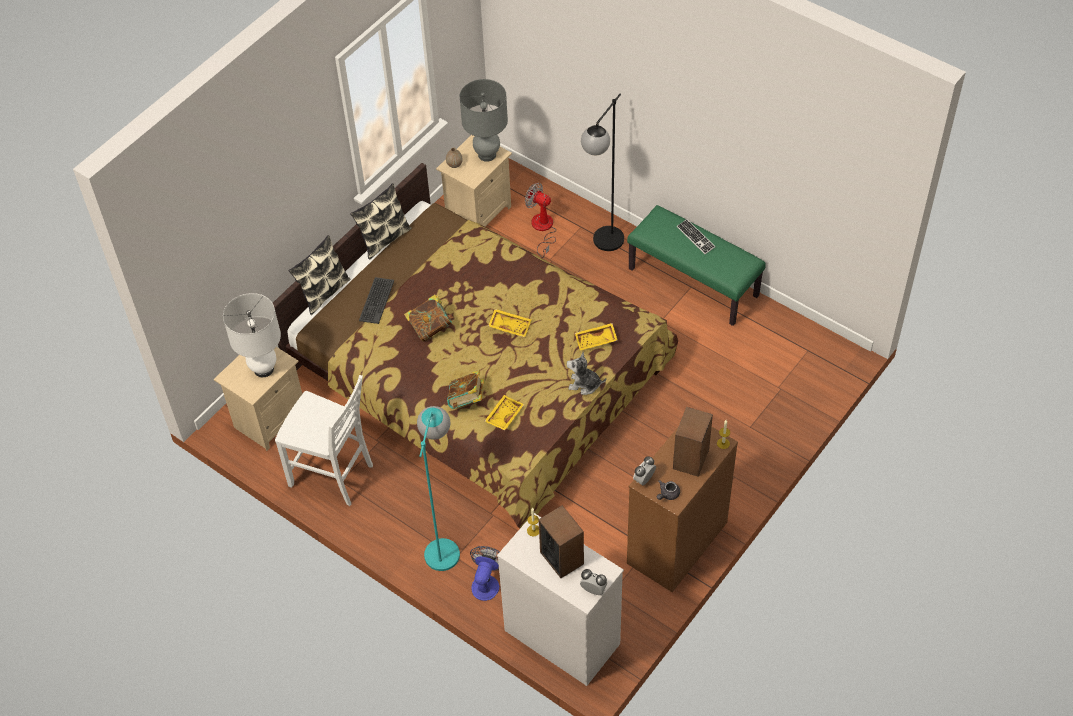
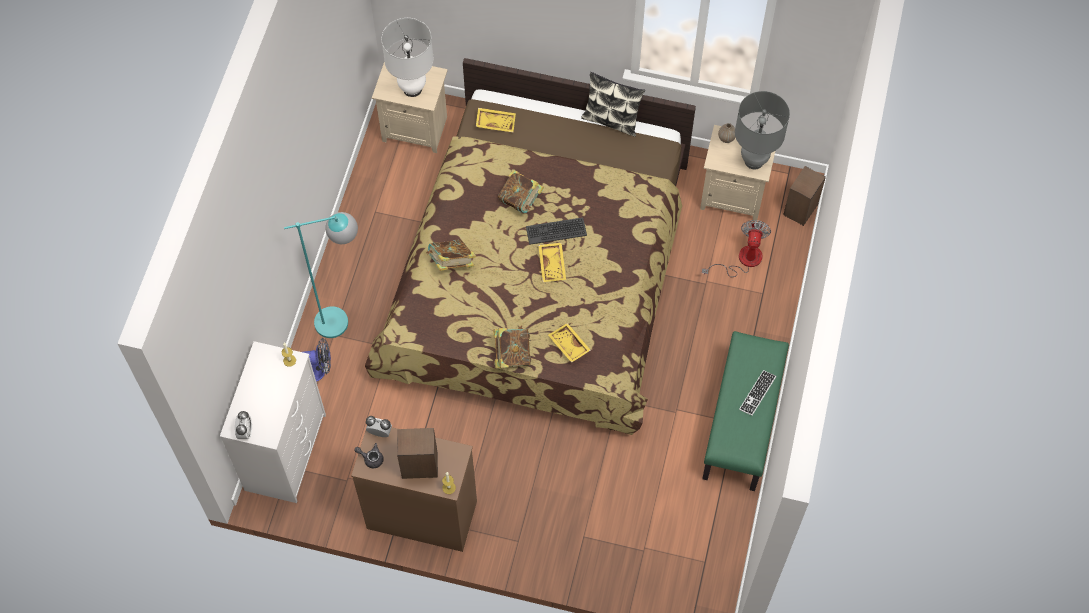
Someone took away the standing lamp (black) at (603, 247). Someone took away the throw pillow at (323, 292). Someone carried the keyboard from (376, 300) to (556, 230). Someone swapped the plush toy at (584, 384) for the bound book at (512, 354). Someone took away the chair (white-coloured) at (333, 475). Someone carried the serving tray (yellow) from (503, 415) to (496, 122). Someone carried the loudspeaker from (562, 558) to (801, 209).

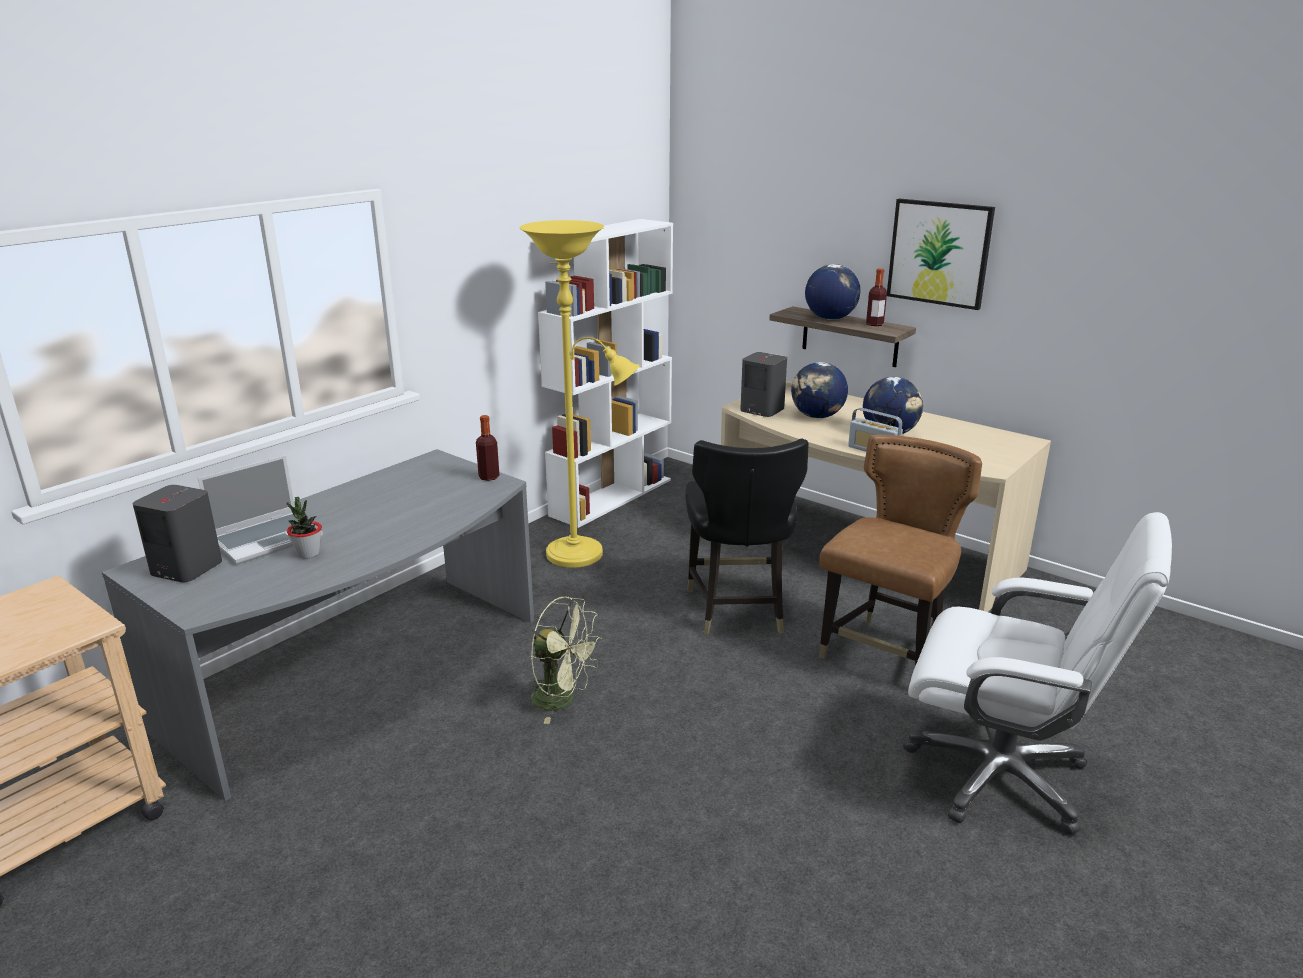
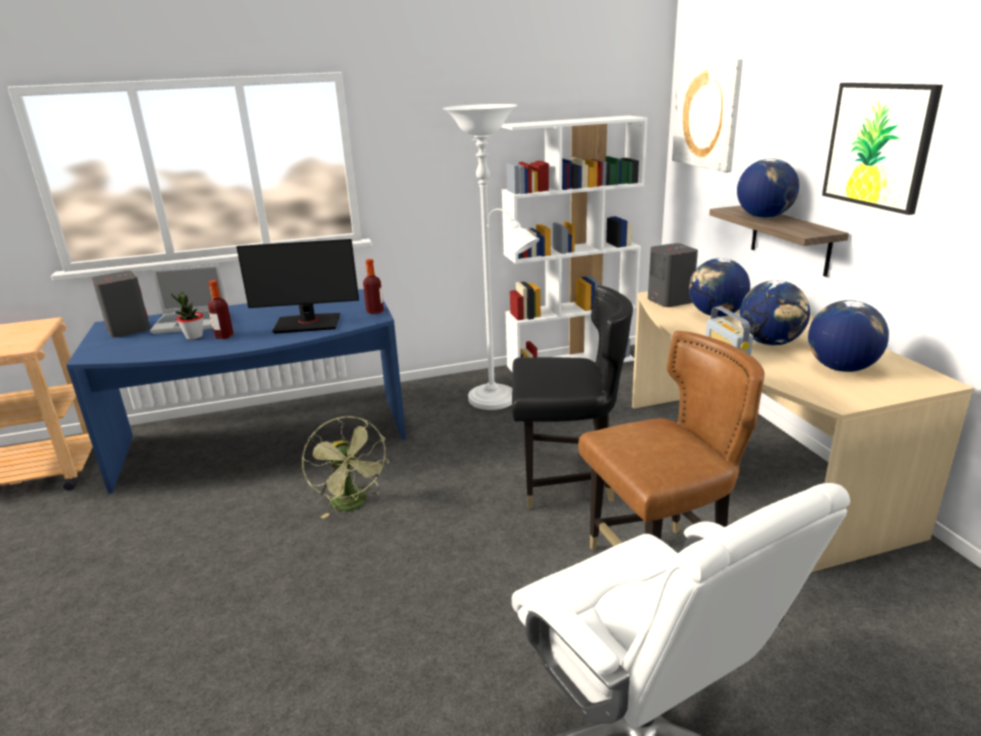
Someone repainted the standing lamp (yellow) at (582, 554), which became the standing lamp (white-coloured) at (497, 400). Someone carried the bottle from (874, 324) to (224, 336). Someone rotated the chair (black) at (737, 610) by 120 degrees counterclockwise. Someone repainted the desk (greyish) at (364, 675), which became the desk (bluish) at (264, 442). Someone put up the wall art at (707, 114). Someone put down the computer screen at (308, 323). Someone put down the globe at (840, 368).

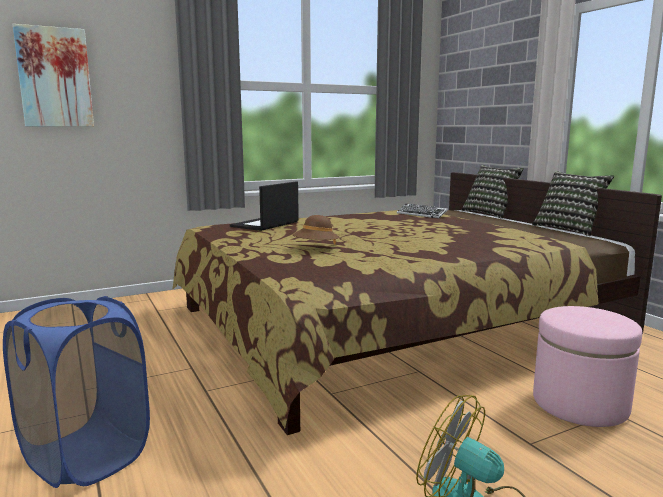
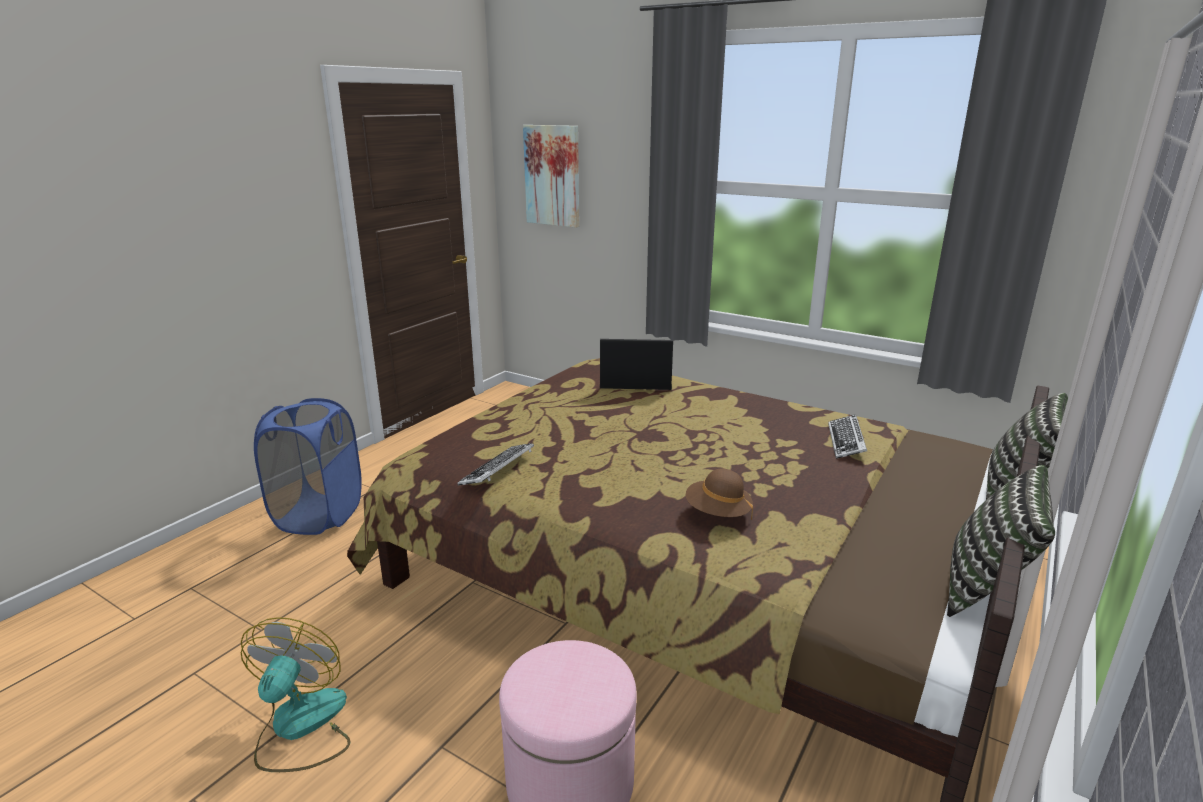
Someone carried the clothing hat (brownish) from (316, 247) to (717, 513). Someone put down the keyboard at (498, 470).

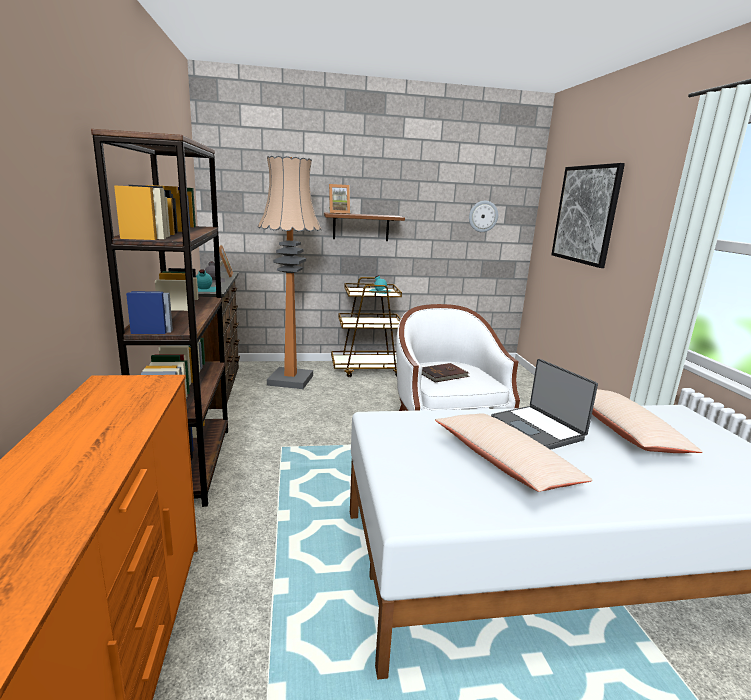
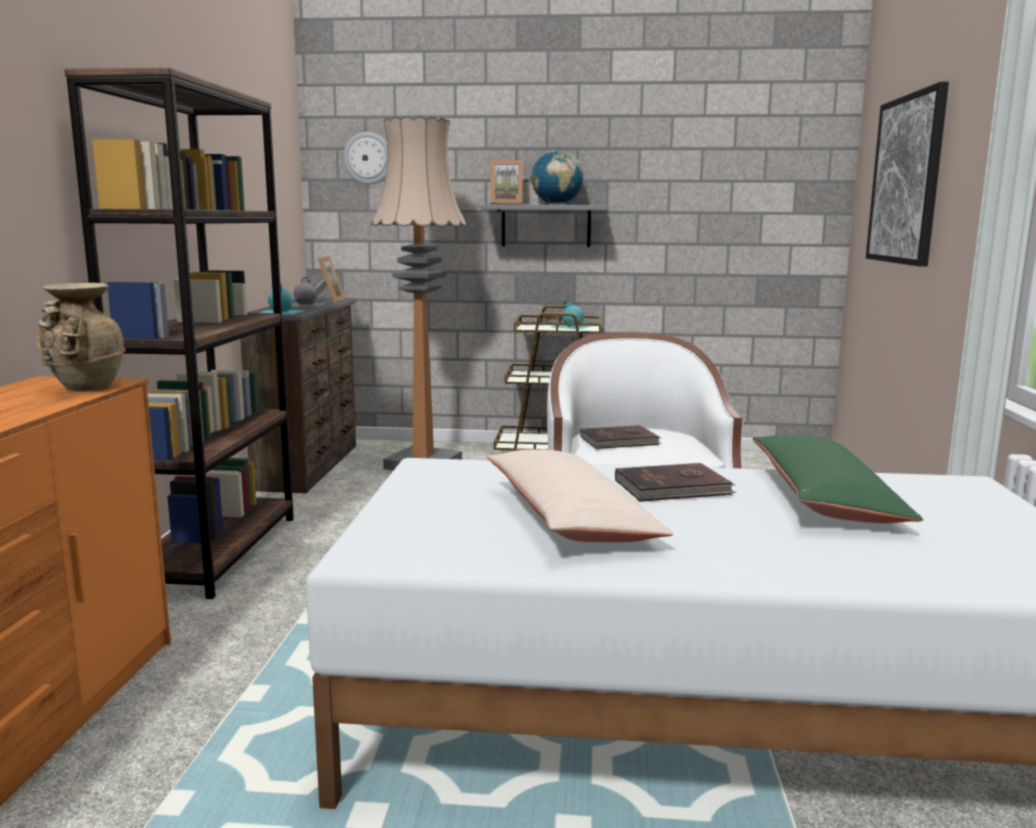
Someone carried the clock on the wall from (483, 216) to (368, 158). Someone repainted the shelf (brownish) at (361, 227), which became the shelf (greyish) at (546, 226). Someone swapped the notebook computer at (538, 428) for the bound book (brownish) at (673, 488). Someone repainted the throw pillow (beige) at (624, 431), which became the throw pillow (green) at (824, 499). Someone put down the globe at (556, 204). Someone put down the flower vase (beige) at (84, 388).

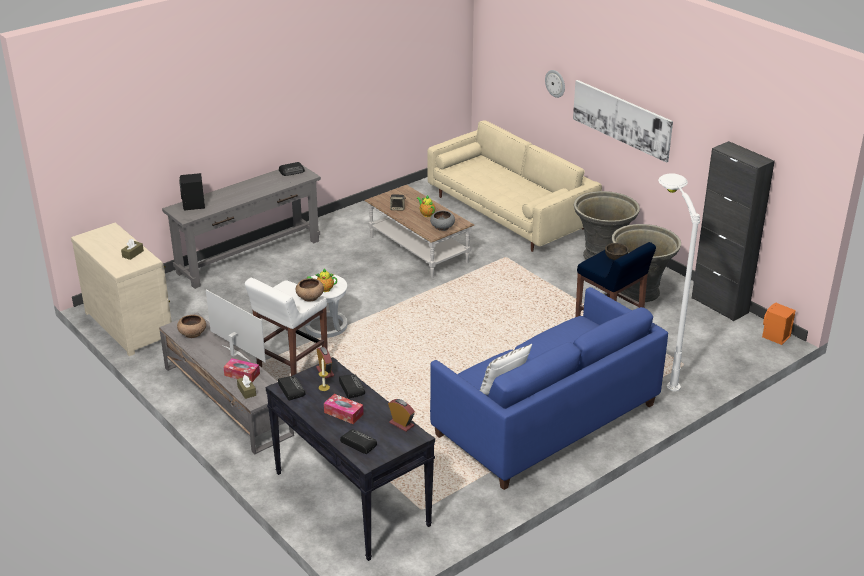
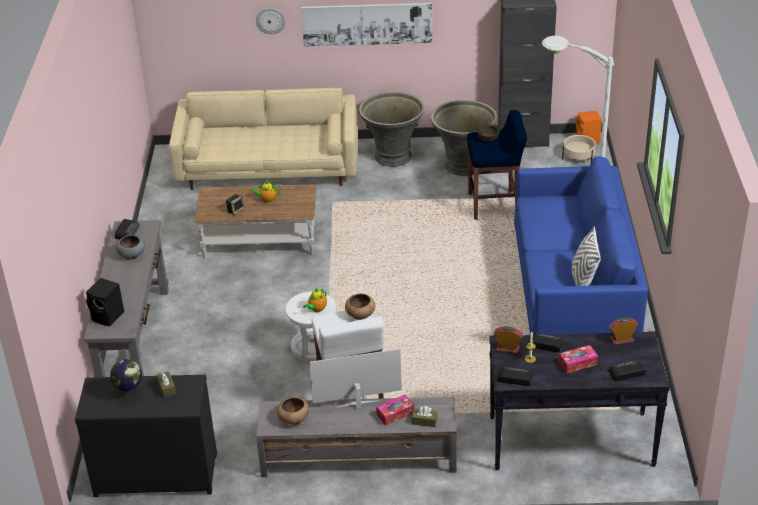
Someone carried the serving bowl (greyish) from (442, 227) to (132, 255). Someone repainted the dresser (beige) at (130, 324), which became the dresser (black) at (155, 472). Someone put down the plant pot (beige) at (578, 157). Someone put down the globe at (129, 392).

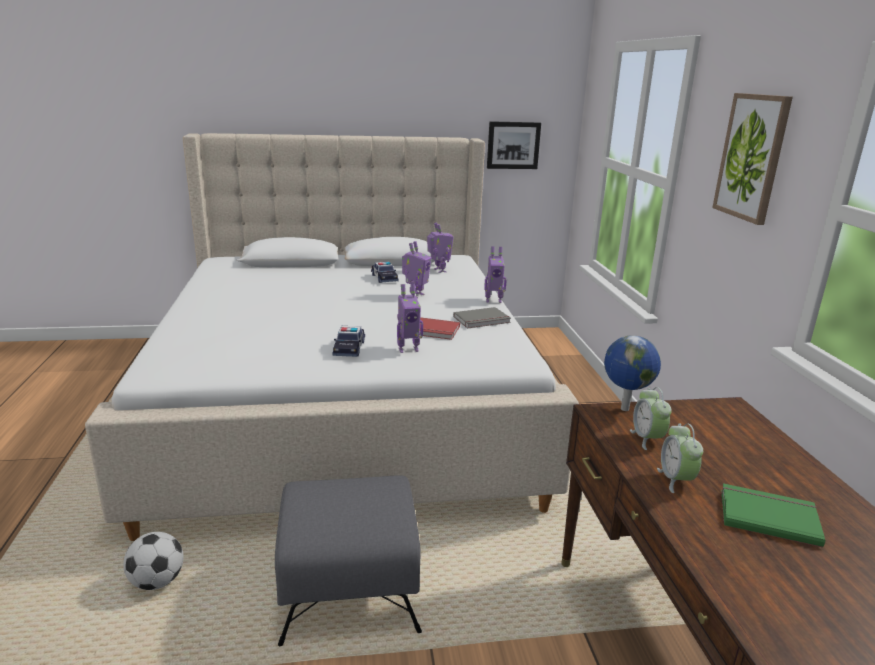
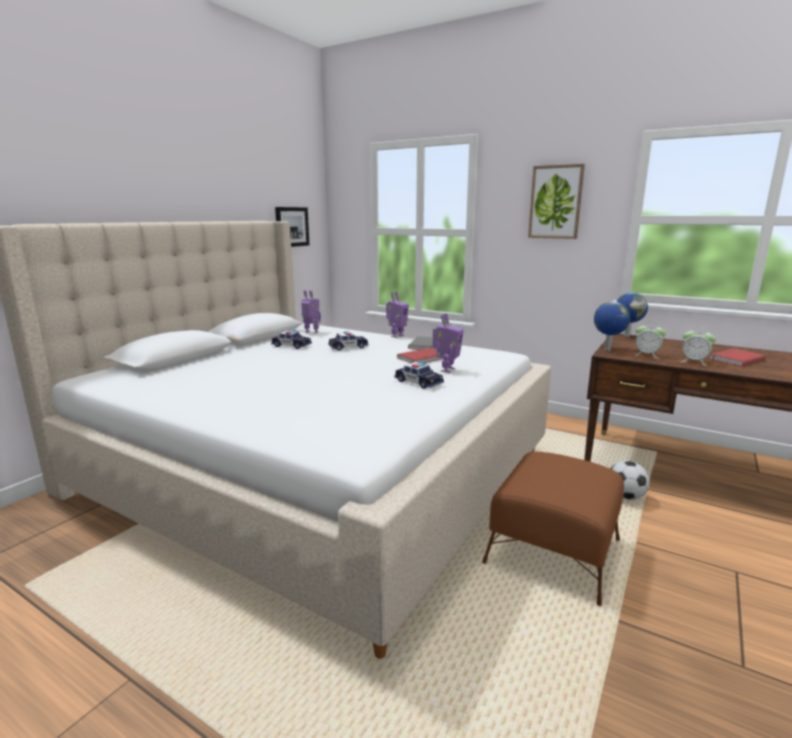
Someone swapped the toy robot at (415, 295) for the miniature car at (348, 347). Someone repainted the ottoman (greyish) at (351, 587), which became the ottoman (brownish) at (554, 550). Someone repainted the bound book (green) at (768, 515), which became the bound book (reddish) at (734, 359). Someone carried the football from (157, 581) to (625, 497). Someone put down the globe at (626, 336).

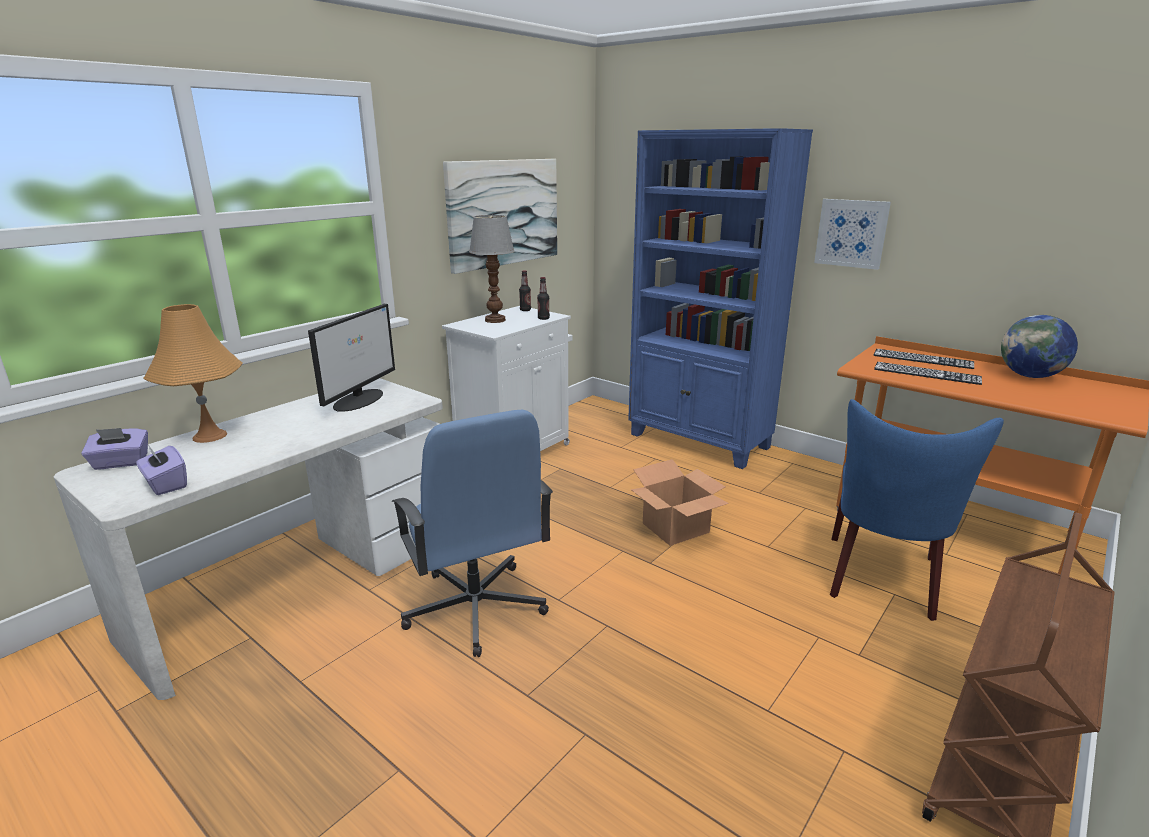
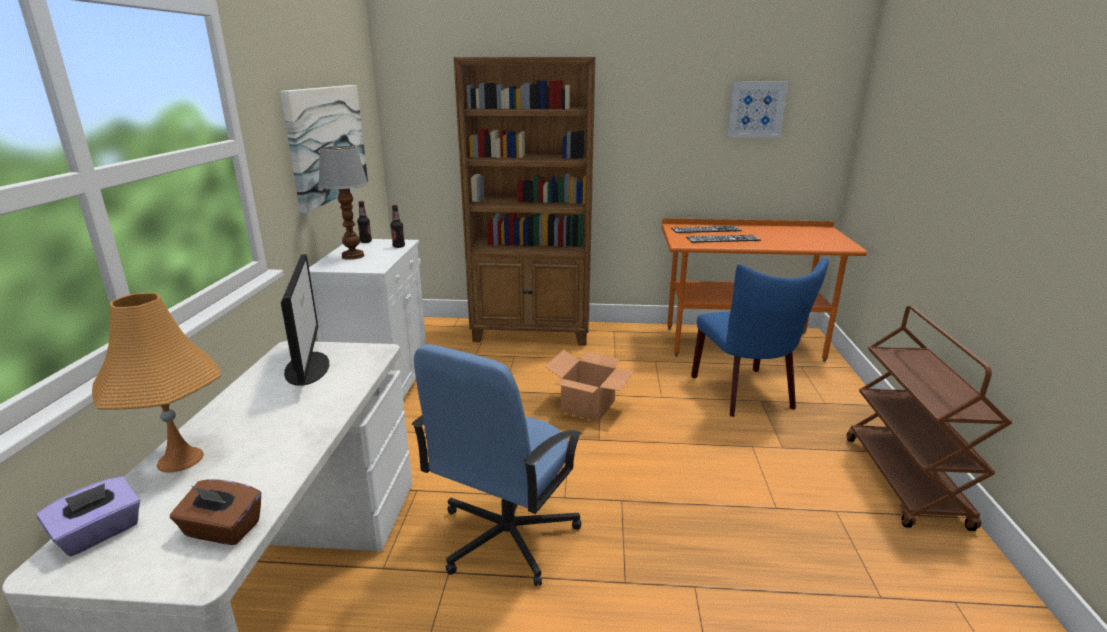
Someone repainted the bookshelf (bluish) at (699, 441), which became the bookshelf (brownish) at (532, 333). Someone carried the wall art from (851, 233) to (756, 109). Someone took away the globe at (1030, 376). Someone rotated the office chair (bluish) at (475, 608) by 90 degrees clockwise. Someone repainted the tissue holder (purple-coloured) at (166, 484), which became the tissue holder (brownish) at (222, 530).

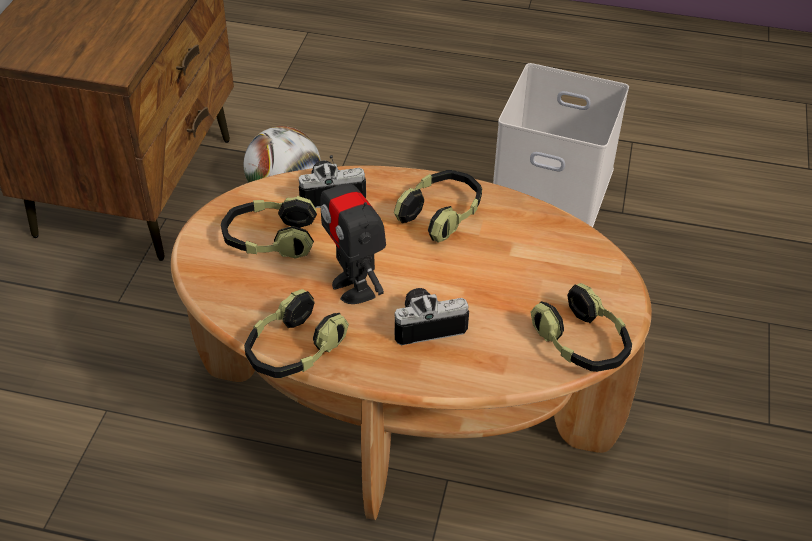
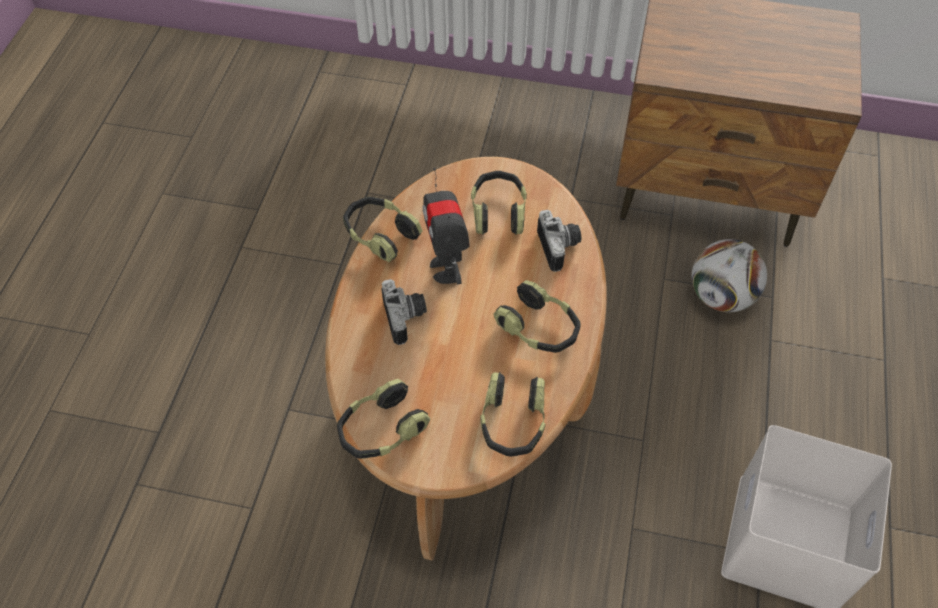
Someone rotated the toy robot at (354, 287) by 75 degrees counterclockwise. Someone put down the pair of headphones at (513, 422).

